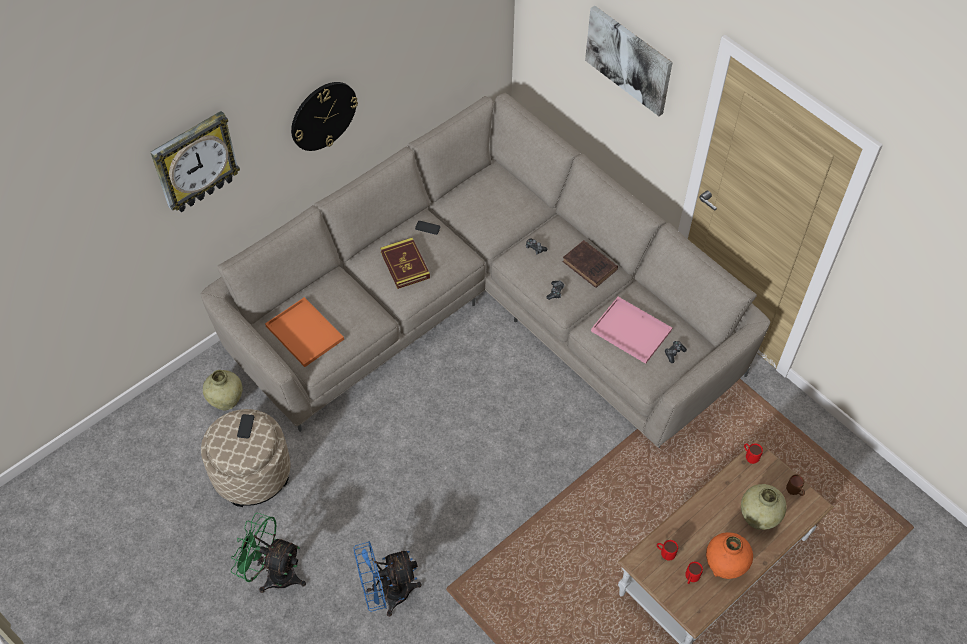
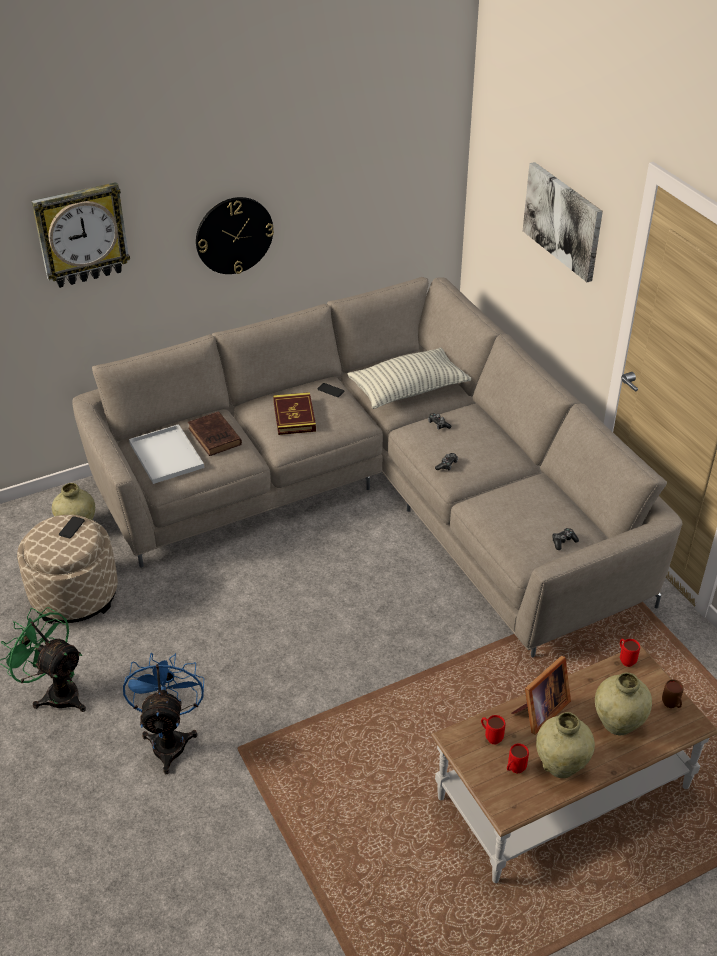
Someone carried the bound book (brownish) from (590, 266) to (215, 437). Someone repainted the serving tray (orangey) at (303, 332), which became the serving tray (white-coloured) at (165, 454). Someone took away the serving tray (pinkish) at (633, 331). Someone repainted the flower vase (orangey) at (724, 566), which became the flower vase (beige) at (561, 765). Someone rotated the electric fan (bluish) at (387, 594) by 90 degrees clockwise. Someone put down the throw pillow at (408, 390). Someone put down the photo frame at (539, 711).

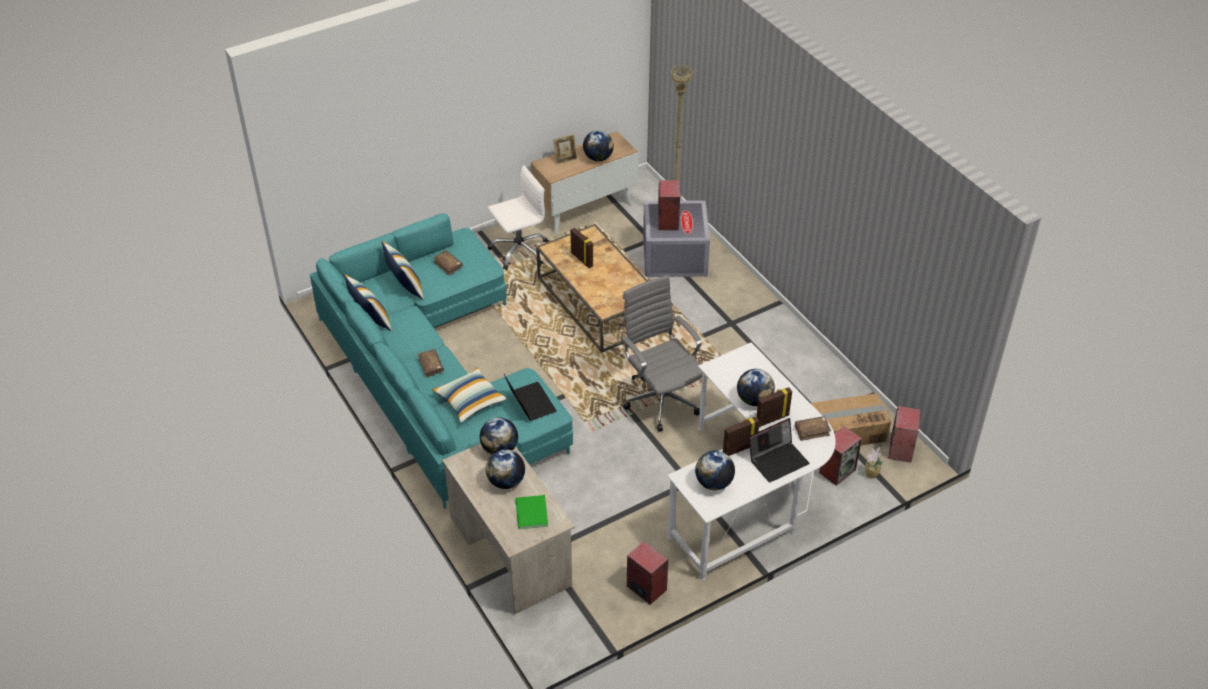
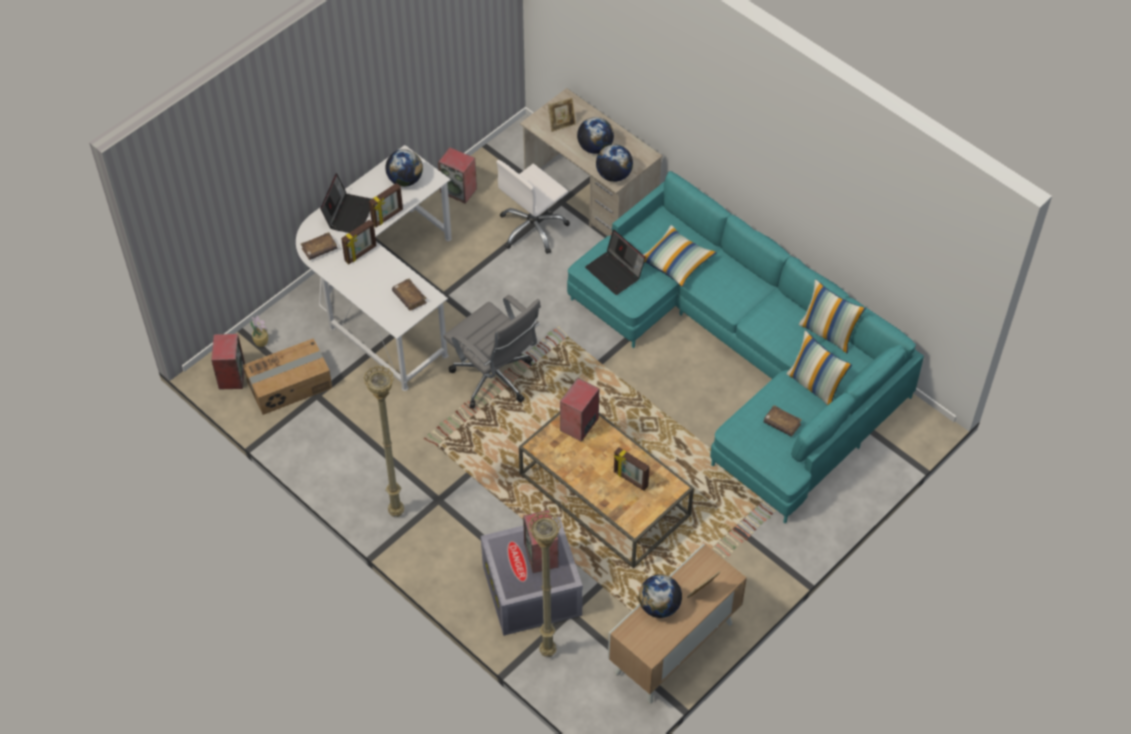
Someone carried the office chair (white-coloured) from (519, 250) to (533, 228). Someone carried the bound book (brownish) from (431, 366) to (409, 297). Someone took away the globe at (754, 400). Someone rotated the notebook computer at (778, 460) by 150 degrees clockwise. Someone carried the loudspeaker from (837, 470) to (579, 425). Someone swapped the bound book (green) at (530, 514) for the photo frame at (562, 124). Someone put down the standing lamp (beige) at (397, 512).

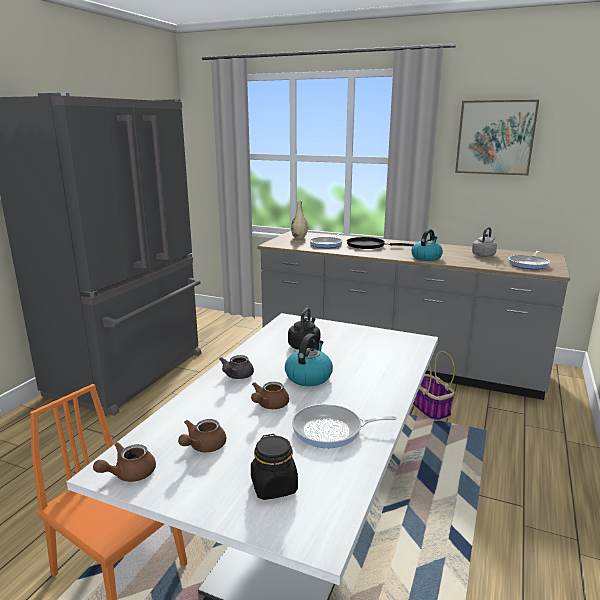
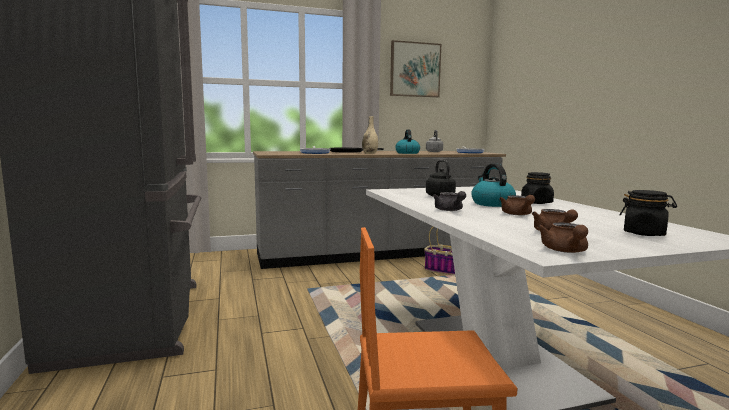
Someone carried the flower vase (beige) from (299, 237) to (370, 153). Someone took away the pan at (331, 430). Someone put down the jar (black) at (536, 202).

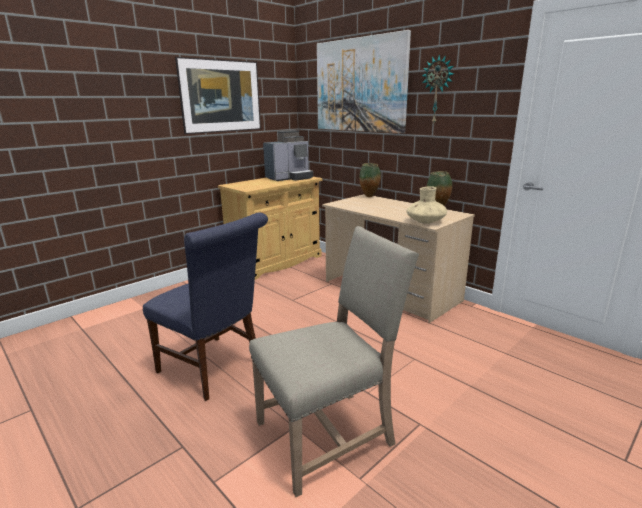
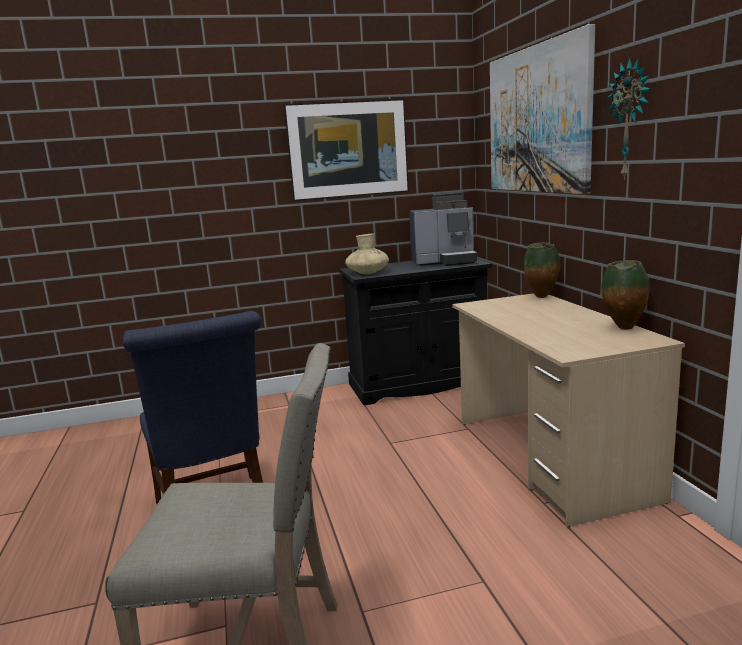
Someone repainted the cupboard (beige) at (275, 262), which became the cupboard (black) at (418, 384). Someone carried the flower vase (beige) from (425, 222) to (367, 273).

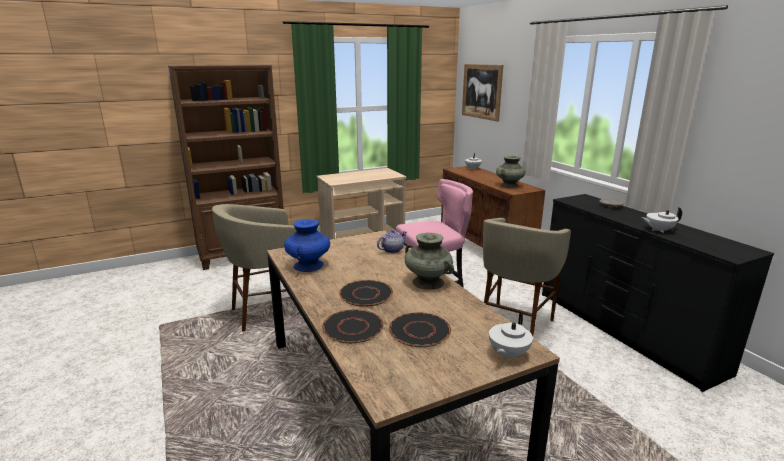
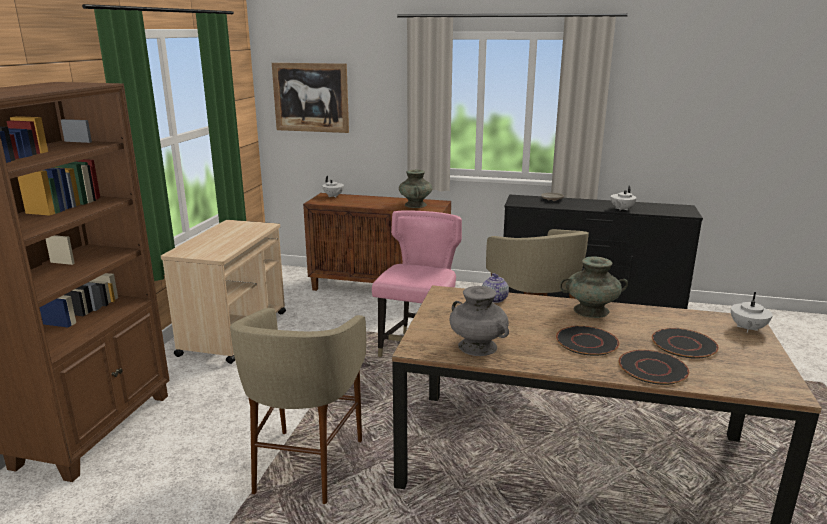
Someone repainted the flower vase (bluish) at (308, 265), which became the flower vase (greyish) at (478, 347). Someone rotated the tea pot (white-coloured) at (508, 354) by 45 degrees clockwise.

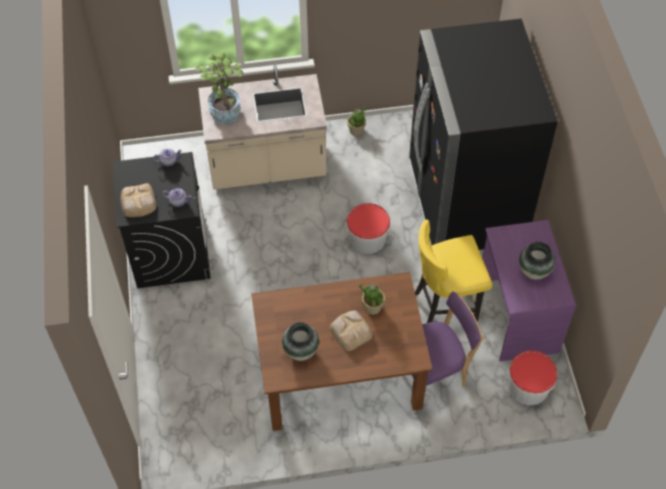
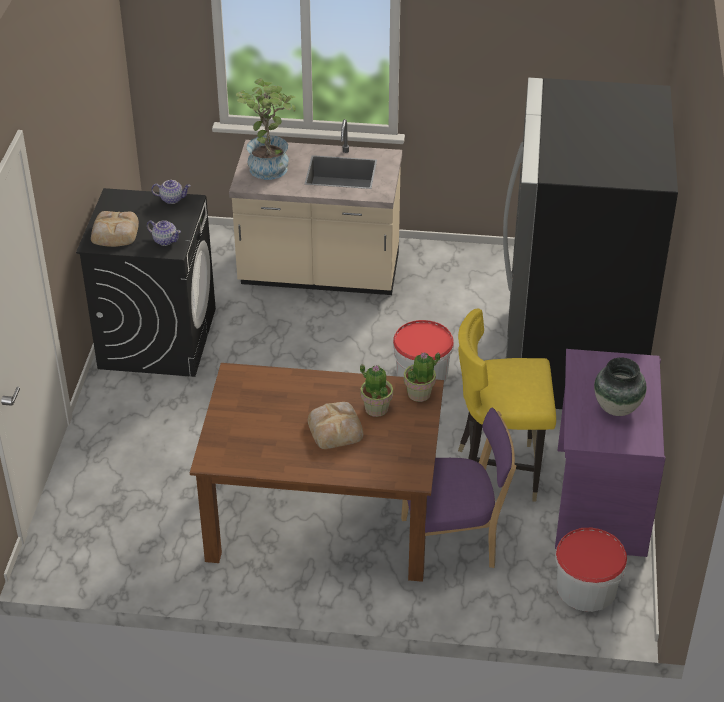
Someone carried the houseplant from (356, 130) to (419, 393). Someone took away the flower vase at (300, 351).

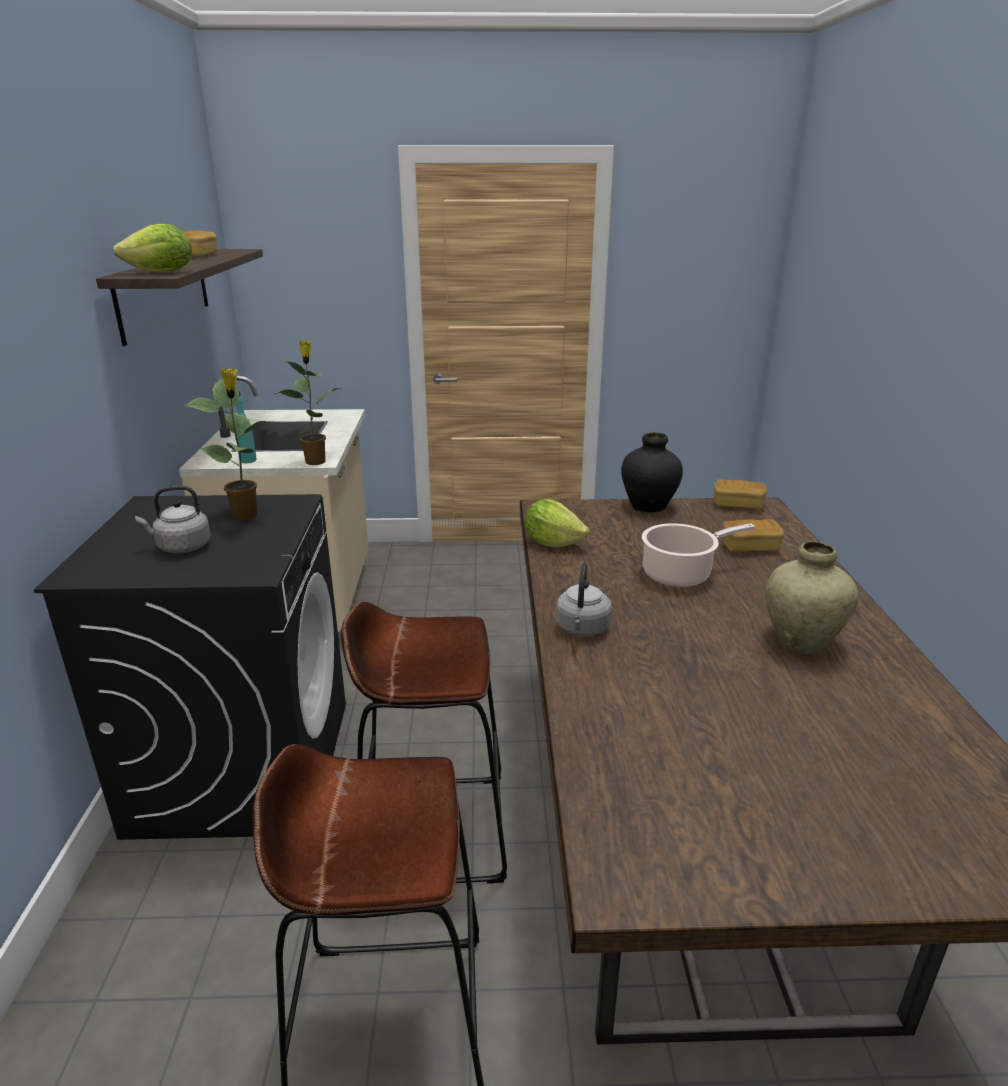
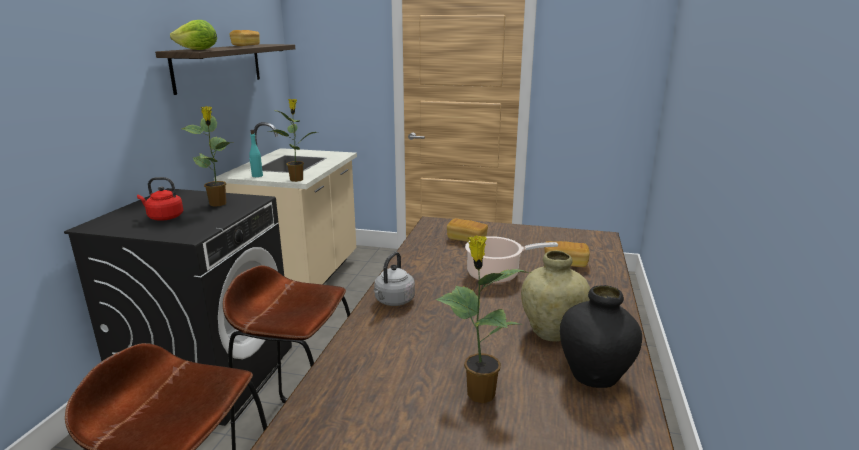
Someone carried the flower vase (black) from (648, 507) to (594, 376). Someone carried the baked bread from (737, 505) to (466, 240). Someone repainted the water kettle (greyish) at (181, 547), which became the water kettle (reddish) at (164, 217). Someone took away the head of lettuce at (553, 542). Someone put down the houseplant at (479, 393).

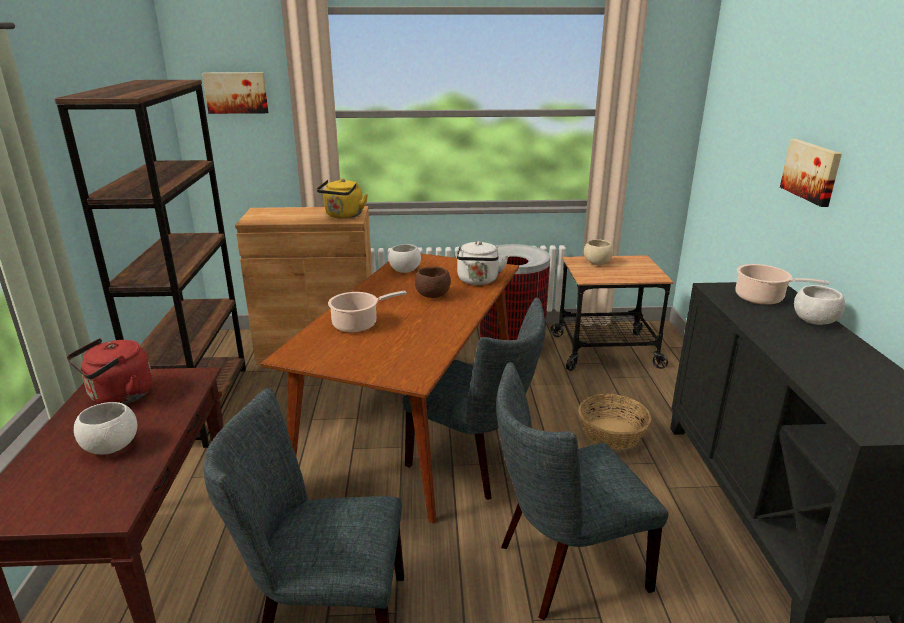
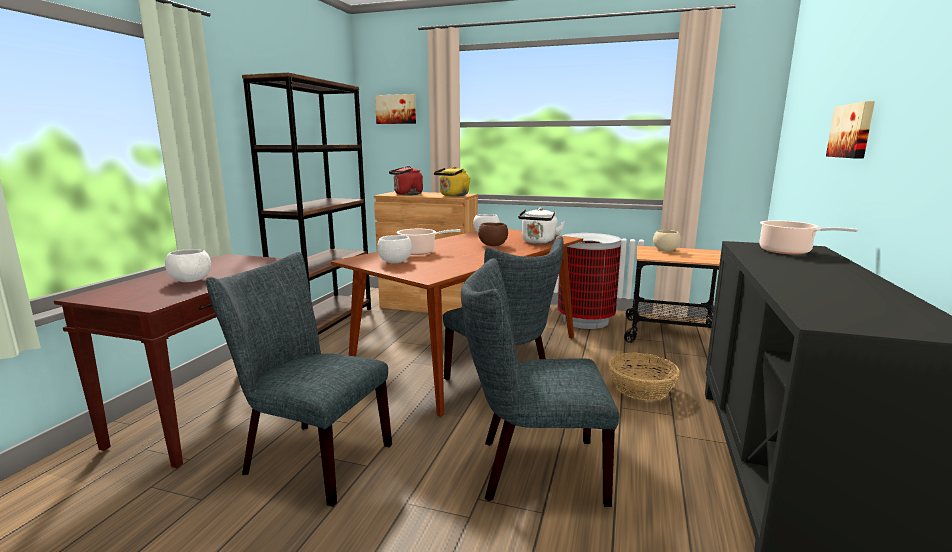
Someone carried the serving bowl (white-coloured) from (813, 322) to (395, 262). Someone carried the water kettle (reddish) from (118, 397) to (406, 194).

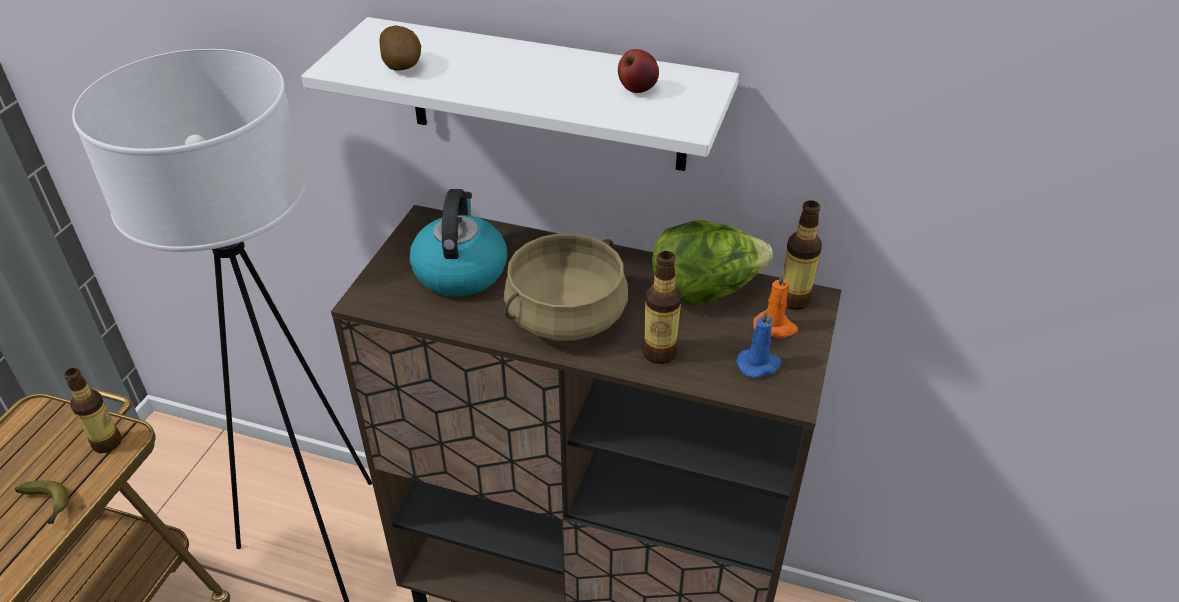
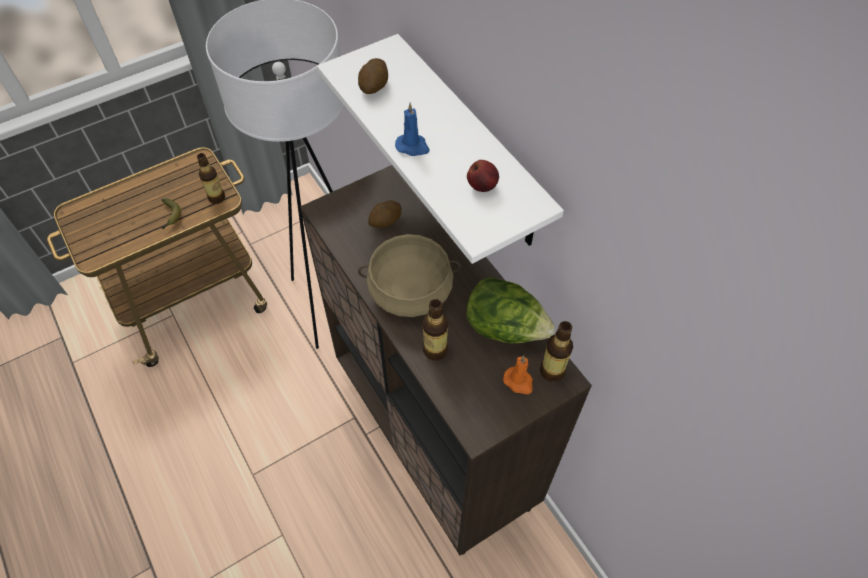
Someone swapped the water kettle at (460, 270) for the spud at (385, 221). Someone carried the candle (bluish) from (759, 365) to (413, 146).

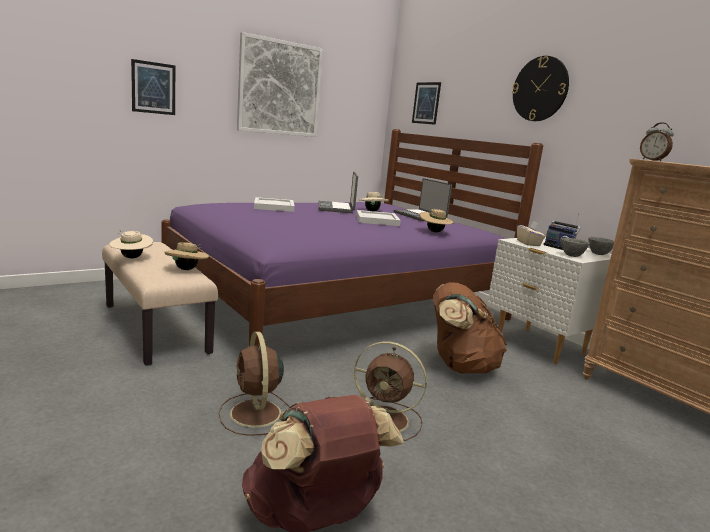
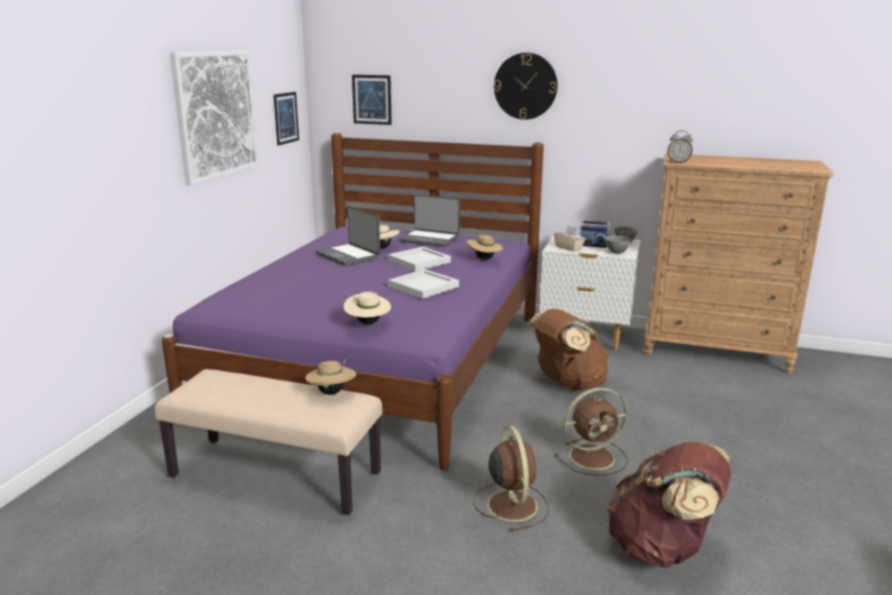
Someone carried the wall art from (153, 88) to (286, 118). Someone carried the serving tray (white-coloured) from (273, 206) to (422, 286). Someone carried the clothing hat (beige) from (131, 257) to (367, 323). Someone rotated the electric fan (brownish) at (256, 415) by 135 degrees counterclockwise.

